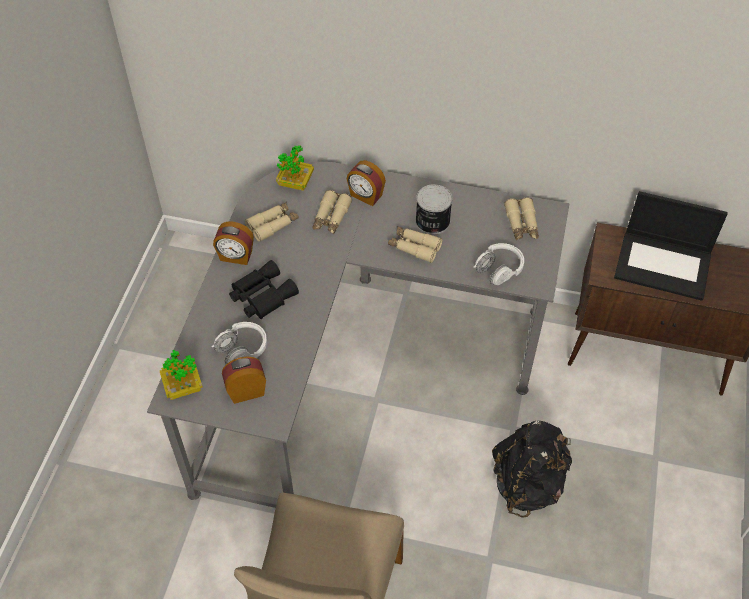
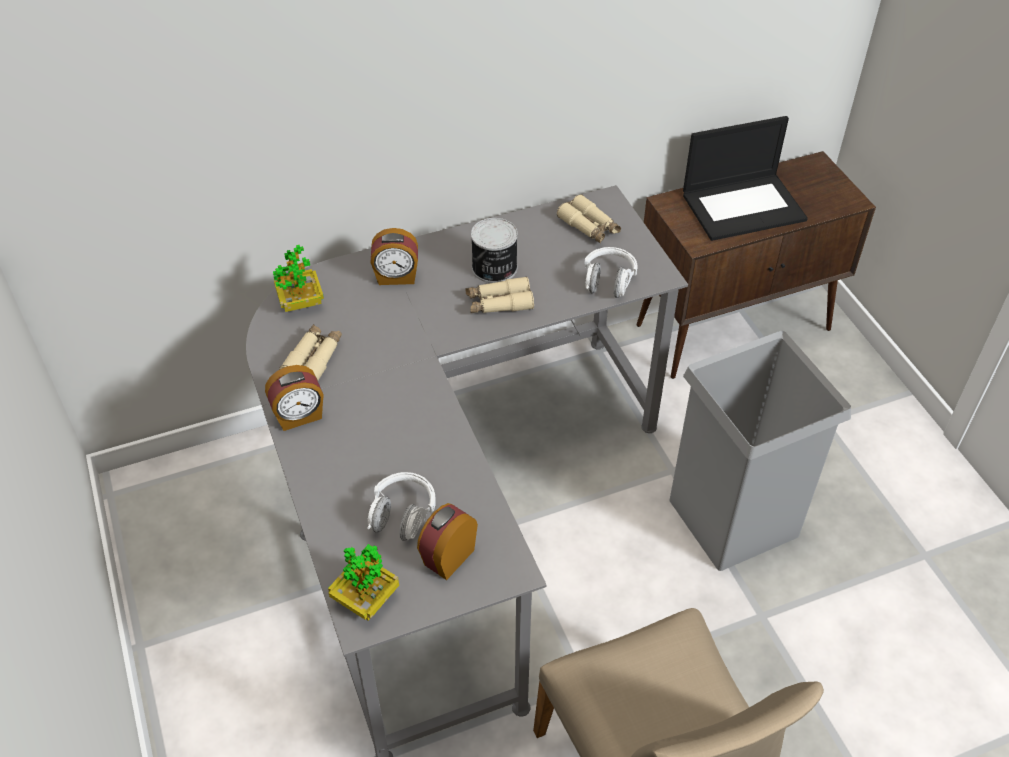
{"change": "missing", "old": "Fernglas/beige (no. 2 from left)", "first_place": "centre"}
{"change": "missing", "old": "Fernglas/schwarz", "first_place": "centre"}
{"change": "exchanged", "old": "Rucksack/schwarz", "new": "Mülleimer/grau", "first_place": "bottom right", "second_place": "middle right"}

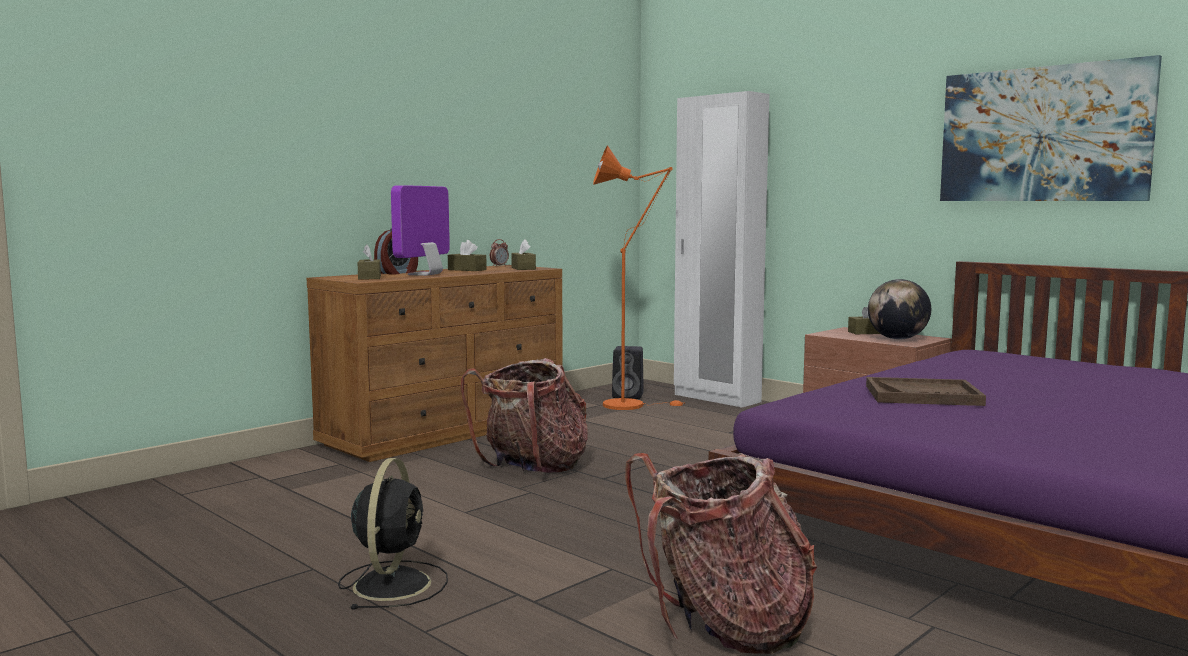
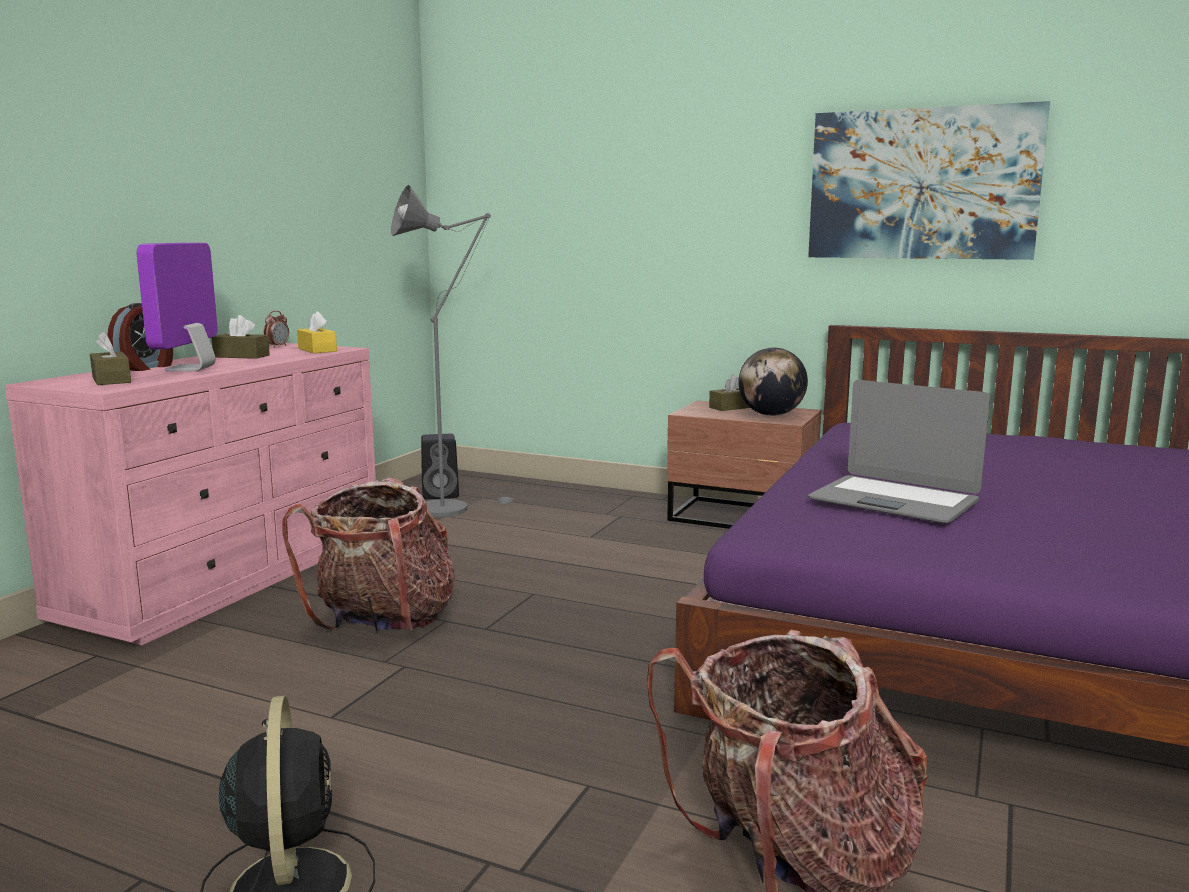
{"change": "missing", "old": "Kleiderschrank/weiß", "first_place": "centre"}
{"change": "colour", "old": "Stehlampe/orange", "new": "Stehlampe/grau", "first_place": "centre", "second_place": "centre"}
{"change": "colour", "old": "Taschentuchbox/braun (no. 3 from left)", "new": "Taschentuchbox/gelb", "first_place": "centre", "second_place": "middle left"}
{"change": "colour", "old": "Kommode/braun", "new": "Kommode/rosa", "first_place": "centre", "second_place": "middle left"}
{"change": "exchanged", "old": "Tablett/braun", "new": "Laptop", "first_place": "middle right", "second_place": "middle right"}

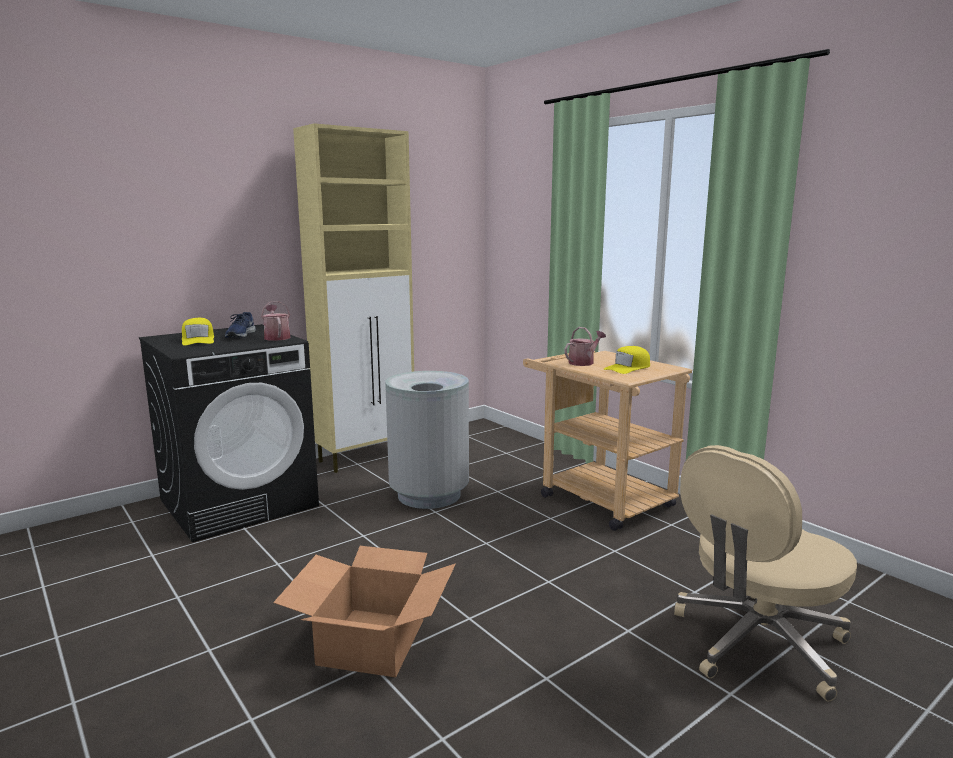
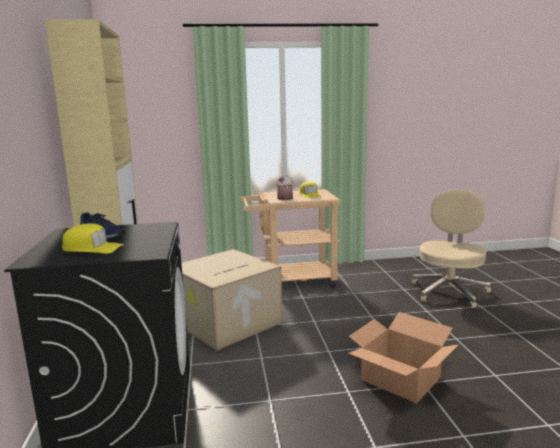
{"change": "missing", "old": "Gießkanne (no. 1 from left)", "first_place": "middle left"}
{"change": "exchanged", "old": "Mülleimer/grau", "new": "Karton (no. 1 from left)", "first_place": "centre", "second_place": "bottom centre"}
{"change": "spun", "old": "Bürostuhl/beige", "first_place": "bottom right", "second_place": "middle right", "degrees": -150}

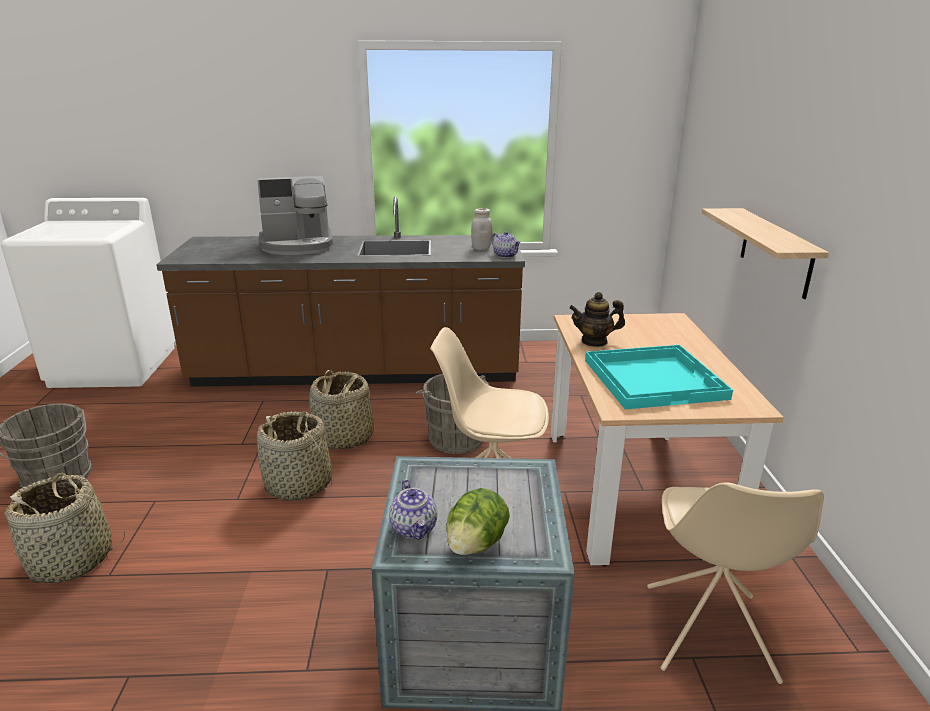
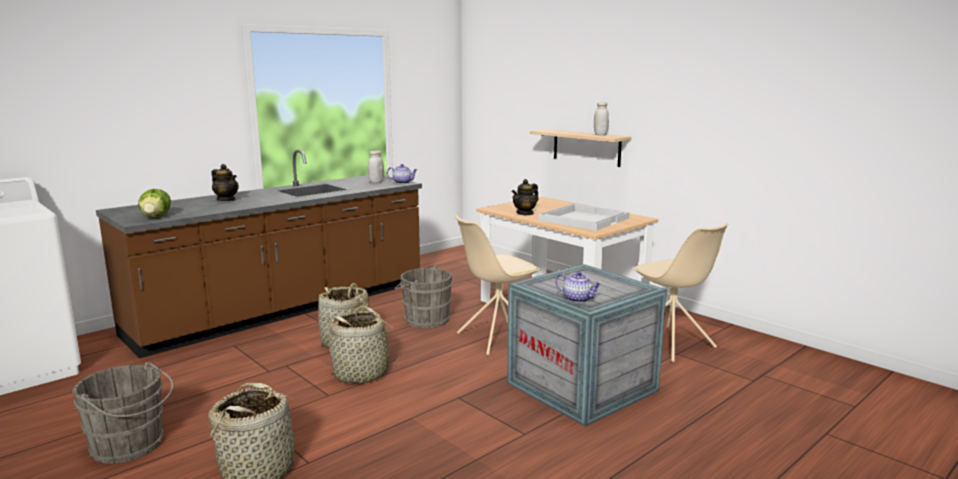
{"change": "exchanged", "old": "Kaffeemaschine", "new": "Teekanne (no. 1 from left)", "first_place": "top left", "second_place": "middle left"}
{"change": "colour", "old": "Tablett/türkis", "new": "Tablett/weiß", "first_place": "middle right", "second_place": "centre"}
{"change": "relocated", "old": "Salatkopf", "first_place": "bottom centre", "second_place": "middle left"}
{"change": "appeared", "new": "Vorratsglas/weiß (no. 2 from left)", "second_place": "top centre"}

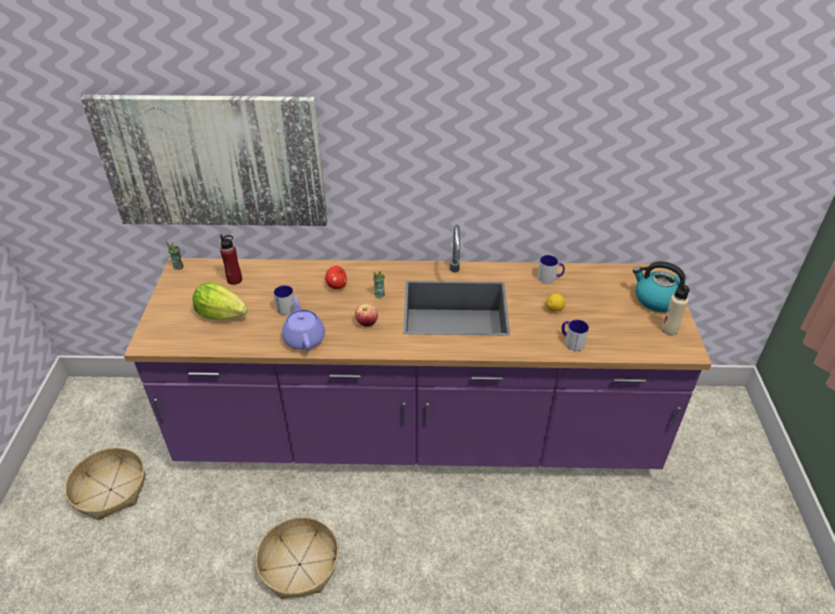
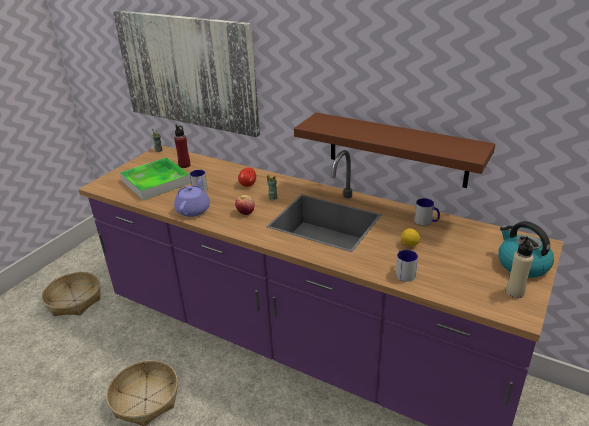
{"change": "exchanged", "old": "Salatkopf", "new": "Tablett", "first_place": "middle left", "second_place": "middle left"}
{"change": "appeared", "new": "Wandregal/braun", "second_place": "middle right"}

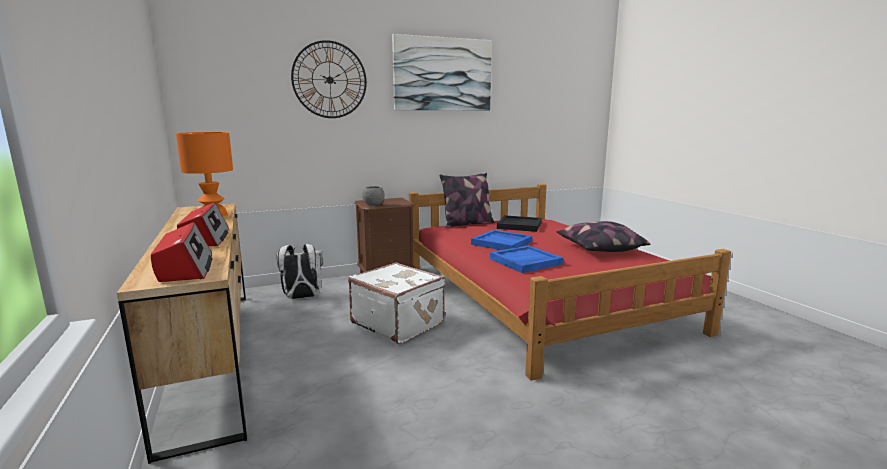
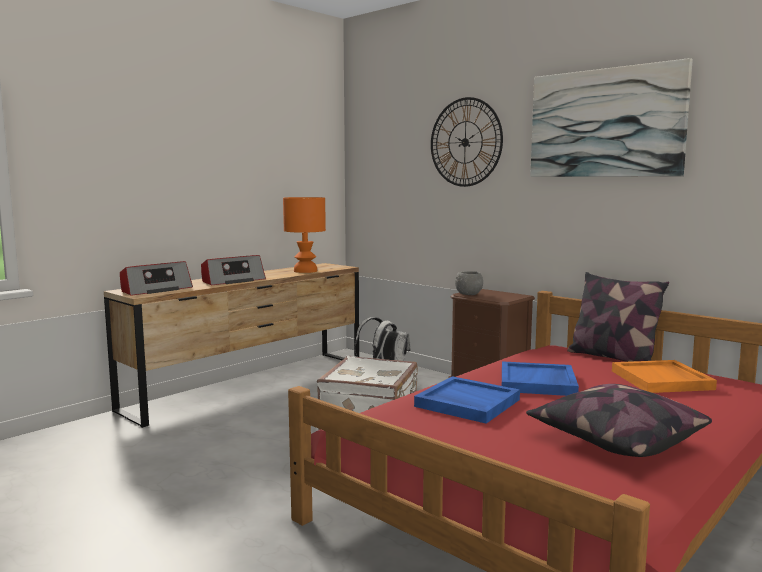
{"change": "colour", "old": "Tablett/schwarz", "new": "Tablett/orange", "first_place": "centre", "second_place": "middle right"}

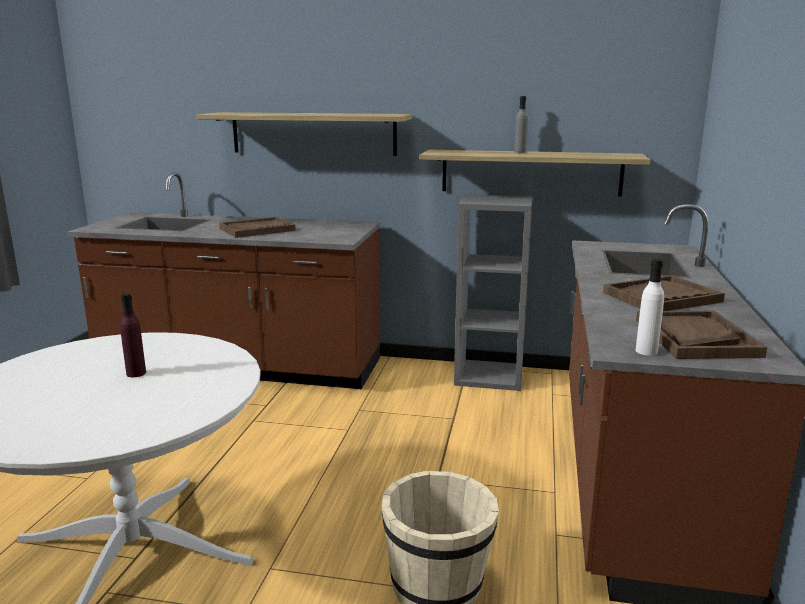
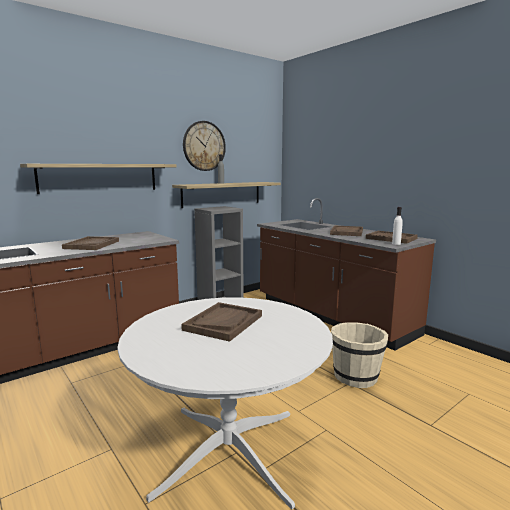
{"change": "exchanged", "old": "Flasche/lila", "new": "Tablett/braun (no. 2 from left)", "first_place": "middle left", "second_place": "centre"}
{"change": "appeared", "new": "Wanduhr", "second_place": "top centre"}

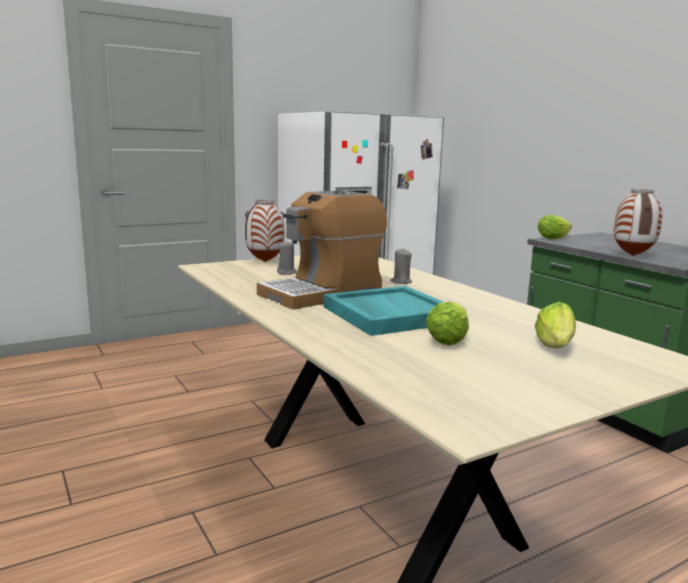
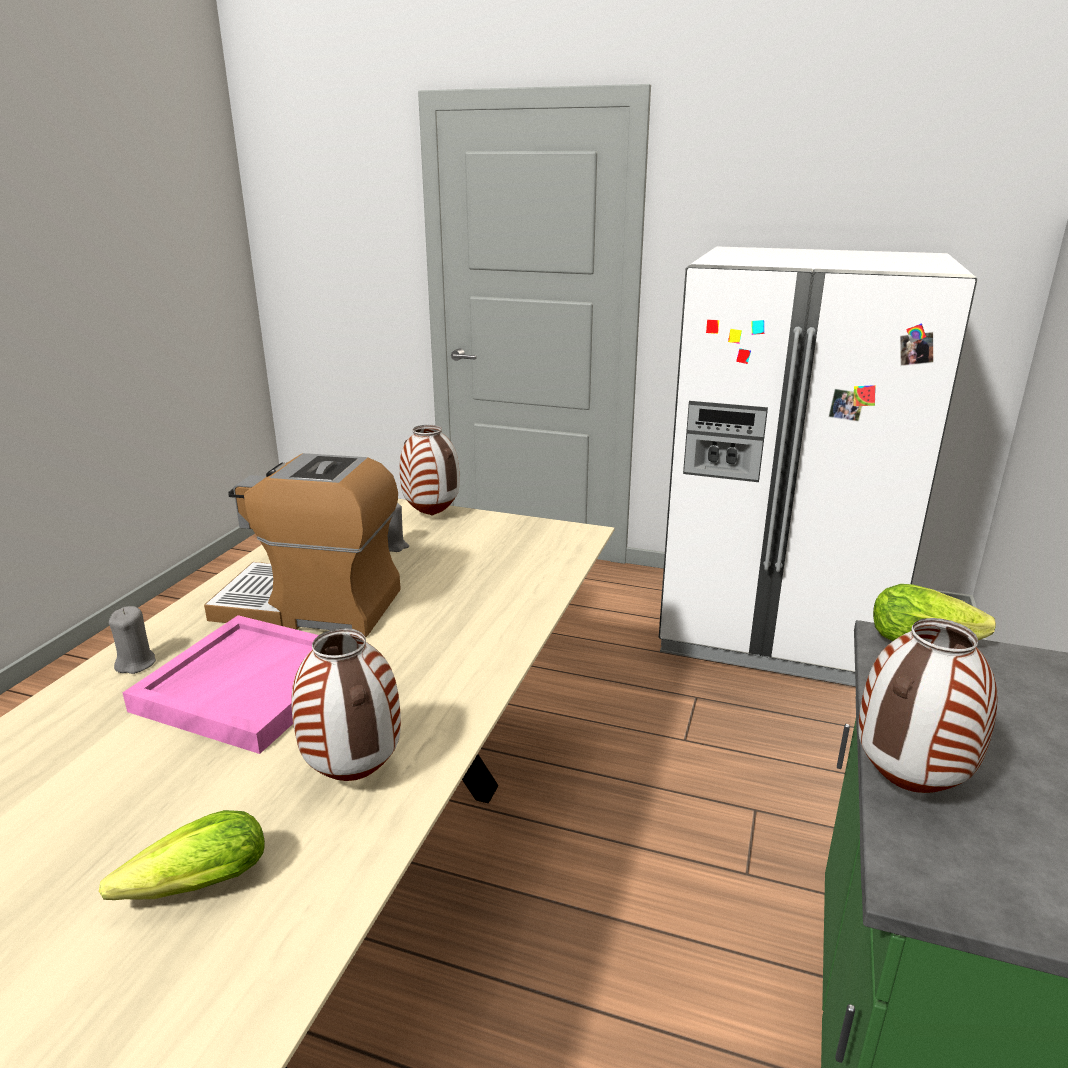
{"change": "relocated", "old": "Kerze/grau (no. 2 from left in the first image)", "new": "Kerze/grau (no. 1 from left)", "first_place": "centre", "second_place": "middle left"}
{"change": "colour", "old": "Tablett/türkis", "new": "Tablett/rosa", "first_place": "centre", "second_place": "middle left"}
{"change": "missing", "old": "Salatkopf (no. 1 from left)", "first_place": "centre"}
{"change": "appeared", "new": "Vase (no. 1 from left)", "second_place": "middle left"}

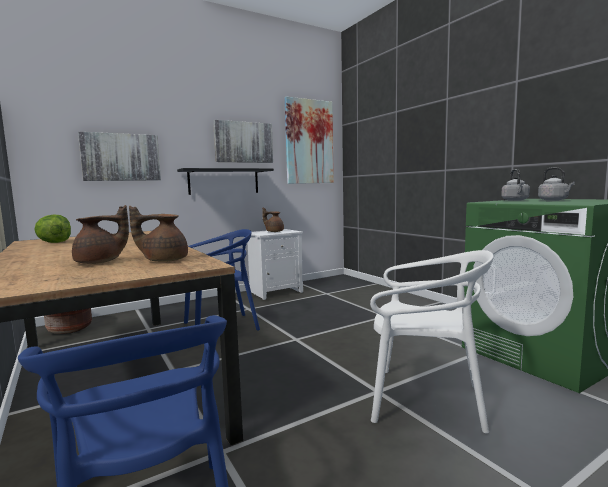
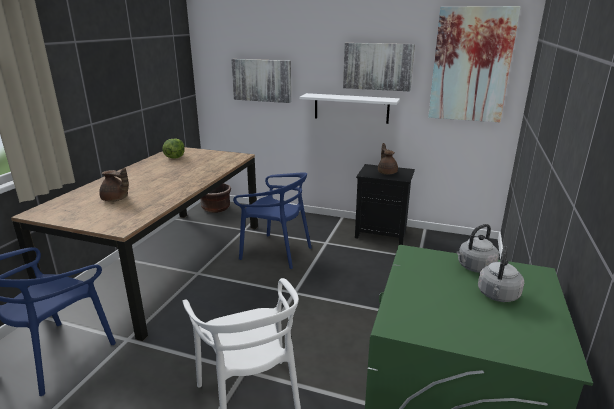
{"change": "colour", "old": "Wandregal/schwarz", "new": "Wandregal/weiß", "first_place": "centre", "second_place": "top centre"}
{"change": "missing", "old": "Teekanne/braun (no. 2 from left)", "first_place": "middle left"}
{"change": "colour", "old": "Nachttisch/weiß", "new": "Nachttisch/schwarz", "first_place": "centre", "second_place": "centre"}

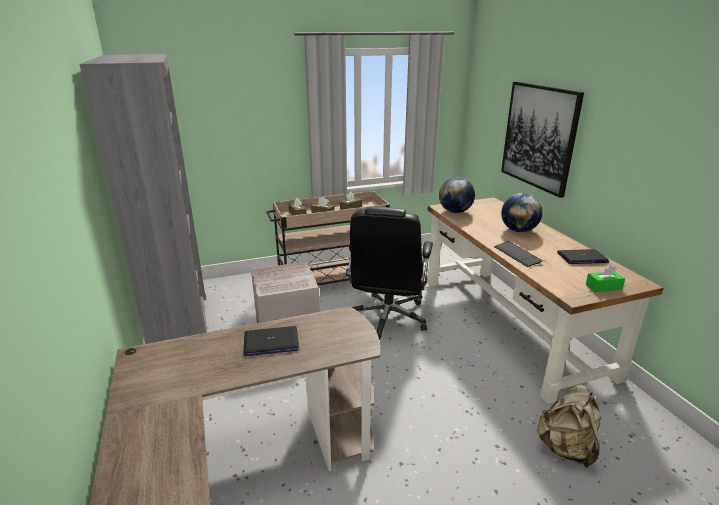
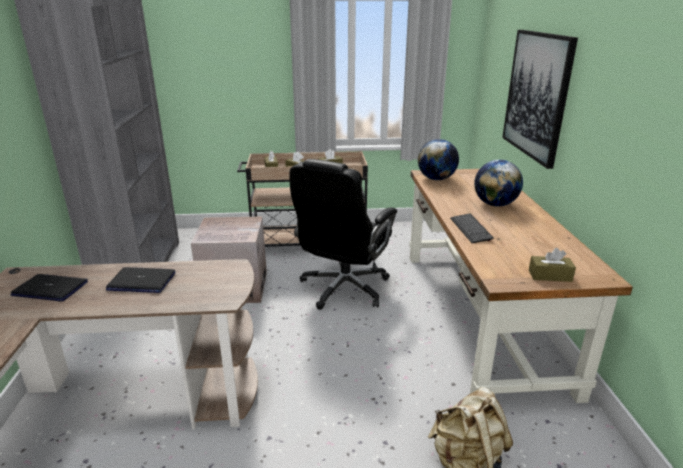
{"change": "relocated", "old": "Laptop (no. 2 from left in the first image)", "new": "Laptop (no. 1 from left)", "first_place": "middle right", "second_place": "middle left"}
{"change": "colour", "old": "Taschentuchbox/grün", "new": "Taschentuchbox/braun (no. 4 from left)", "first_place": "middle right", "second_place": "middle right"}

